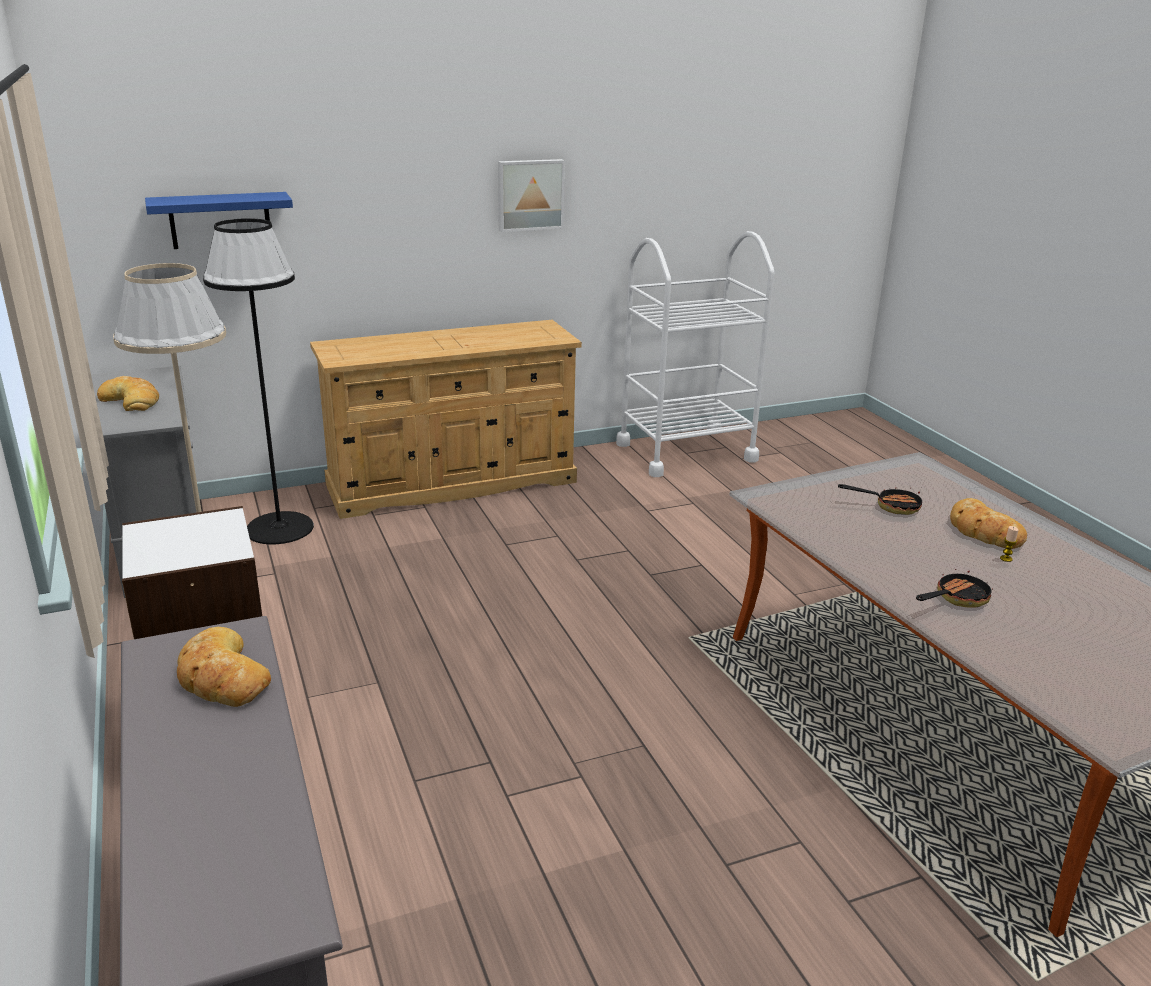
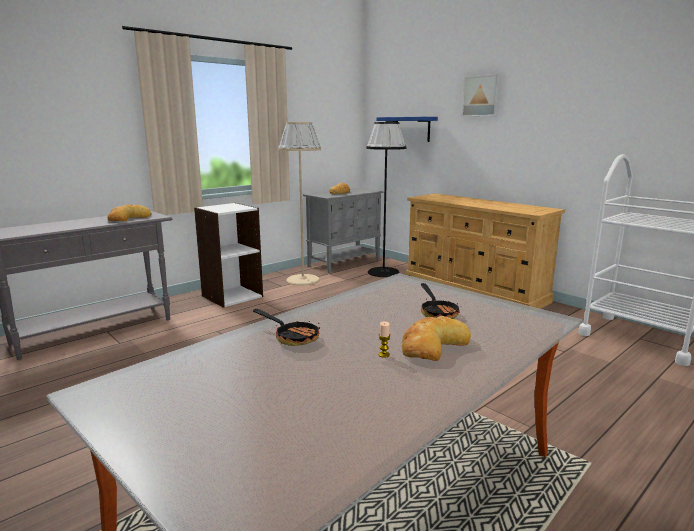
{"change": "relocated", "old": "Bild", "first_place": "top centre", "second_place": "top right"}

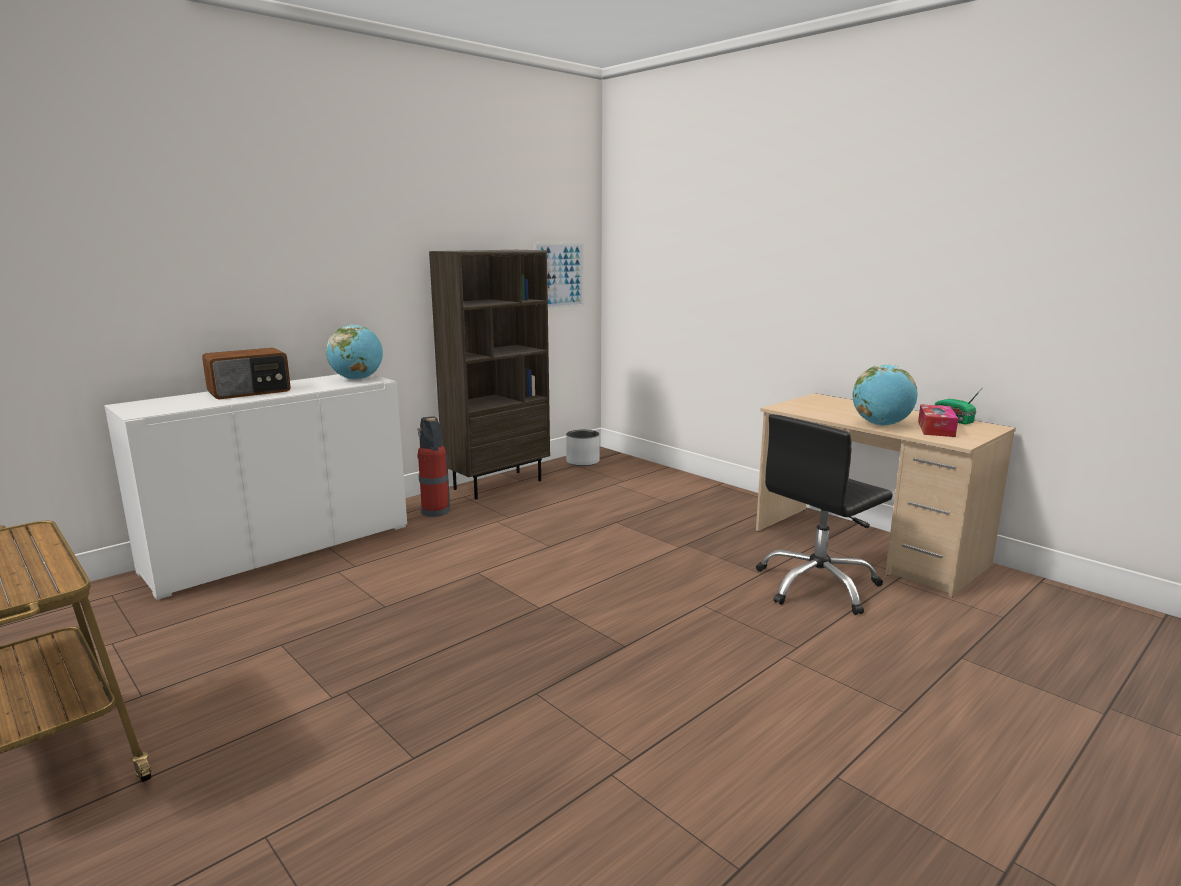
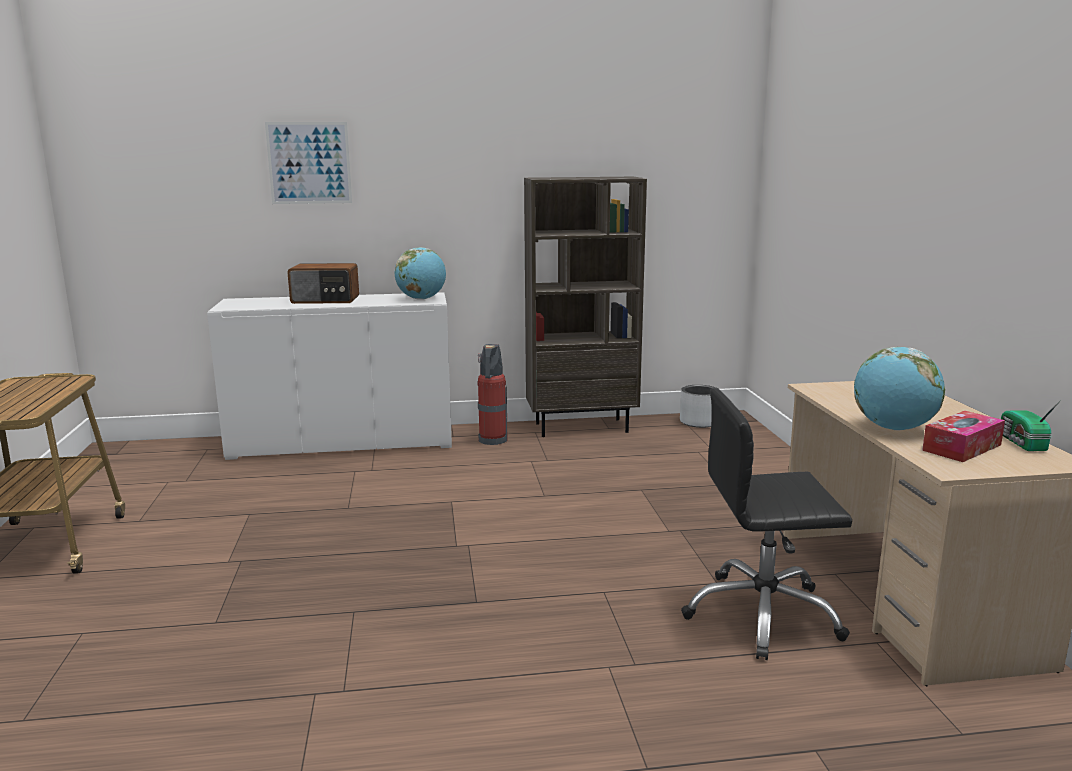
{"change": "relocated", "old": "Bild", "first_place": "top centre", "second_place": "top left"}

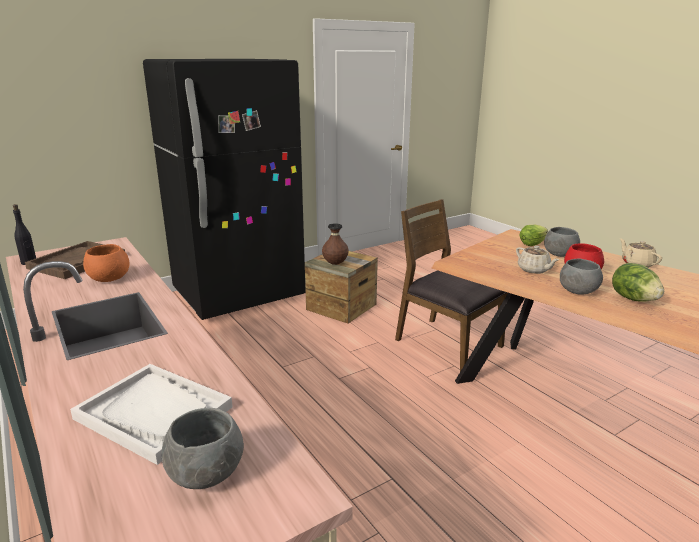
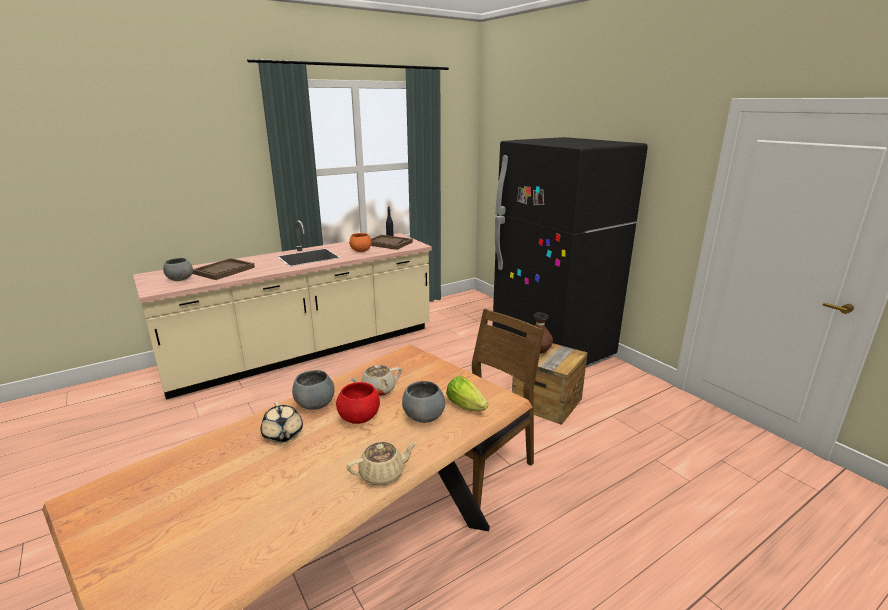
{"change": "exchanged", "old": "Salatkopf (no. 2 from left)", "new": "Teekanne/beige (no. 1 from left)", "first_place": "middle right", "second_place": "bottom left"}
{"change": "colour", "old": "Tablett/weiß", "new": "Tablett/braun (no. 1 from left)", "first_place": "bottom left", "second_place": "middle left"}

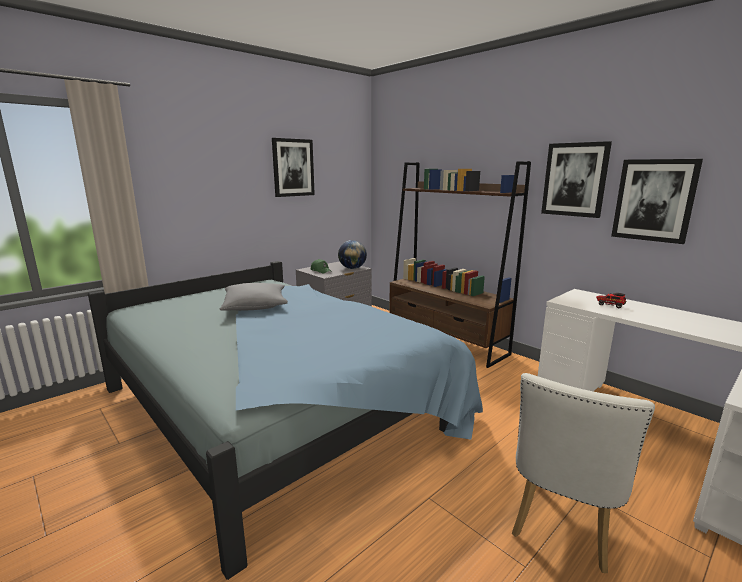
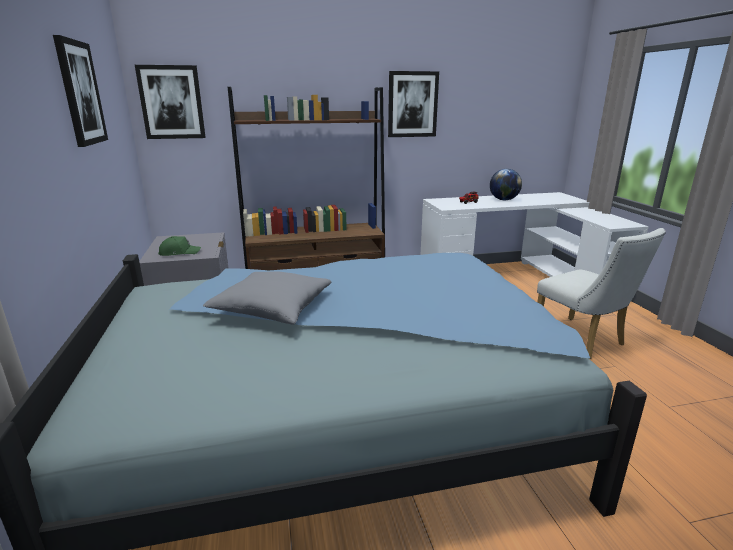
{"change": "relocated", "old": "Bild (no. 3 from left in the first image)", "new": "Bild (no. 2 from left)", "first_place": "middle right", "second_place": "top left"}
{"change": "relocated", "old": "Globus", "first_place": "centre", "second_place": "middle right"}

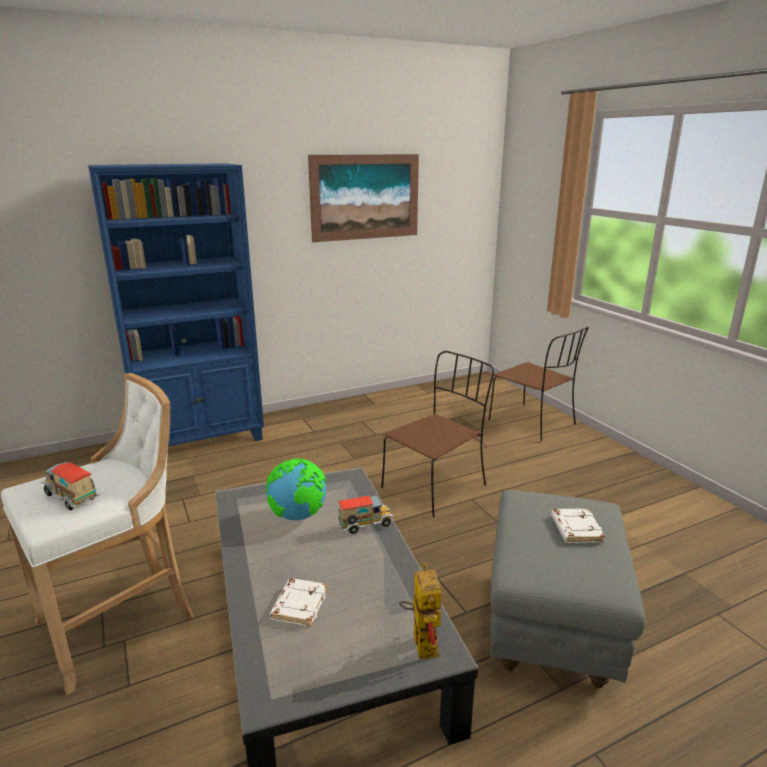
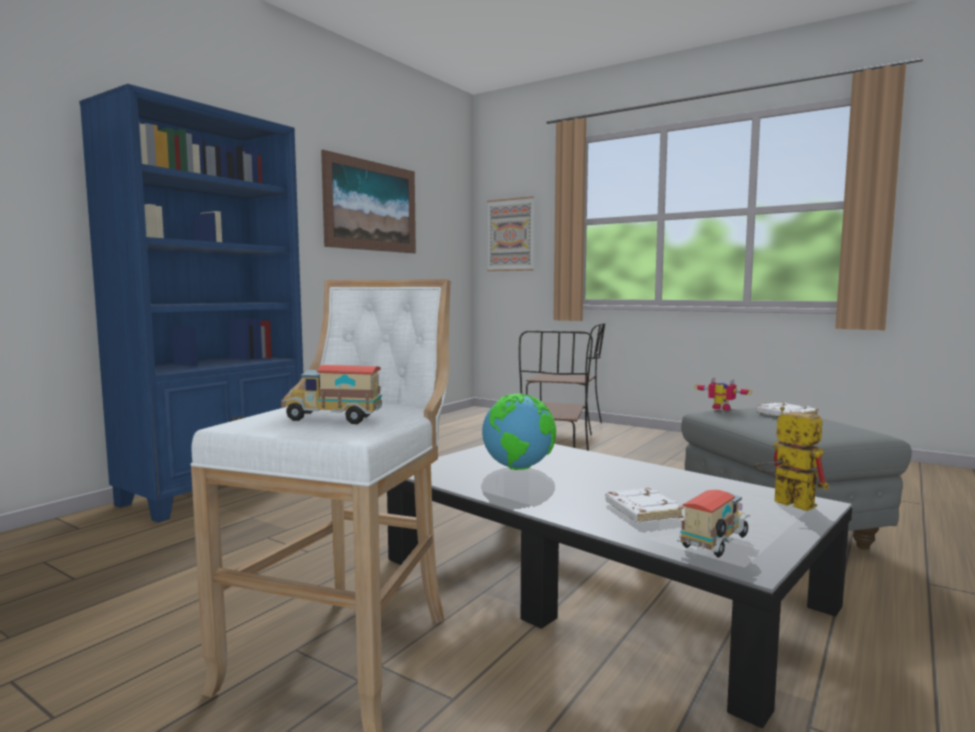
{"change": "relocated", "old": "Spielzeuglaster (no. 2 from left)", "first_place": "bottom centre", "second_place": "bottom right"}
{"change": "appeared", "new": "Bild (no. 2 from left)", "second_place": "top centre"}
{"change": "appeared", "new": "Spielzeugroboter (no. 1 from left)", "second_place": "middle right"}

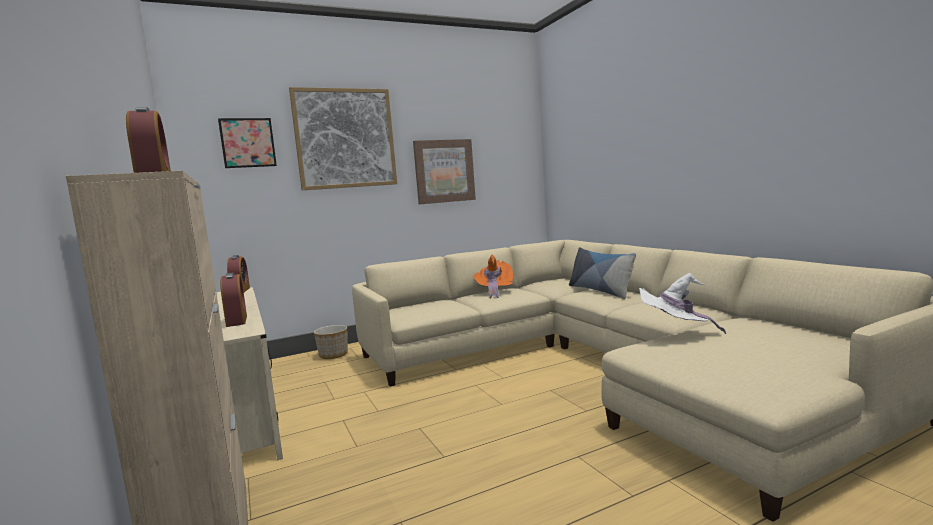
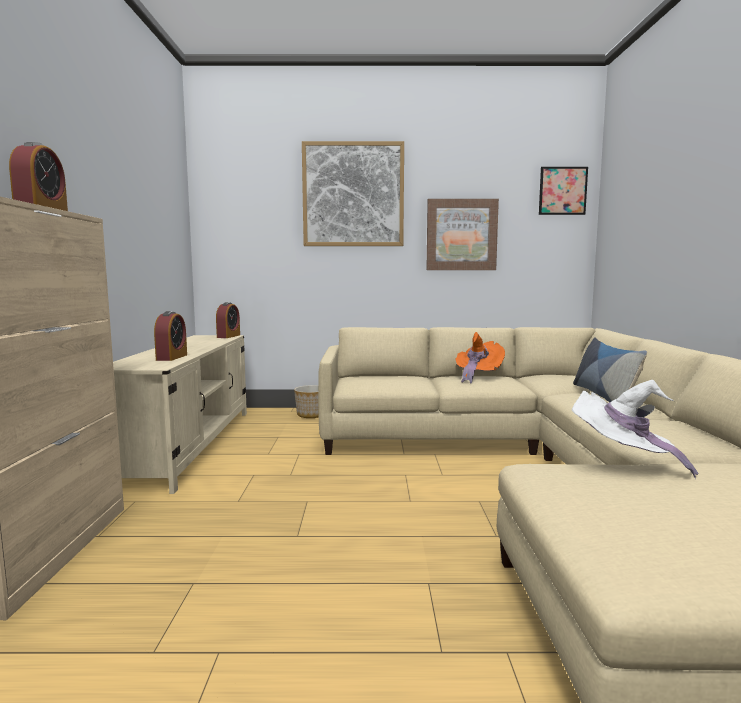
{"change": "relocated", "old": "Bild (no. 1 from left in the first image)", "new": "Bild (no. 3 from left)", "first_place": "top left", "second_place": "top right"}

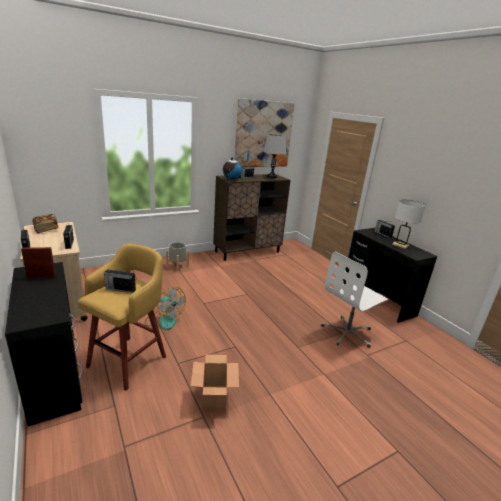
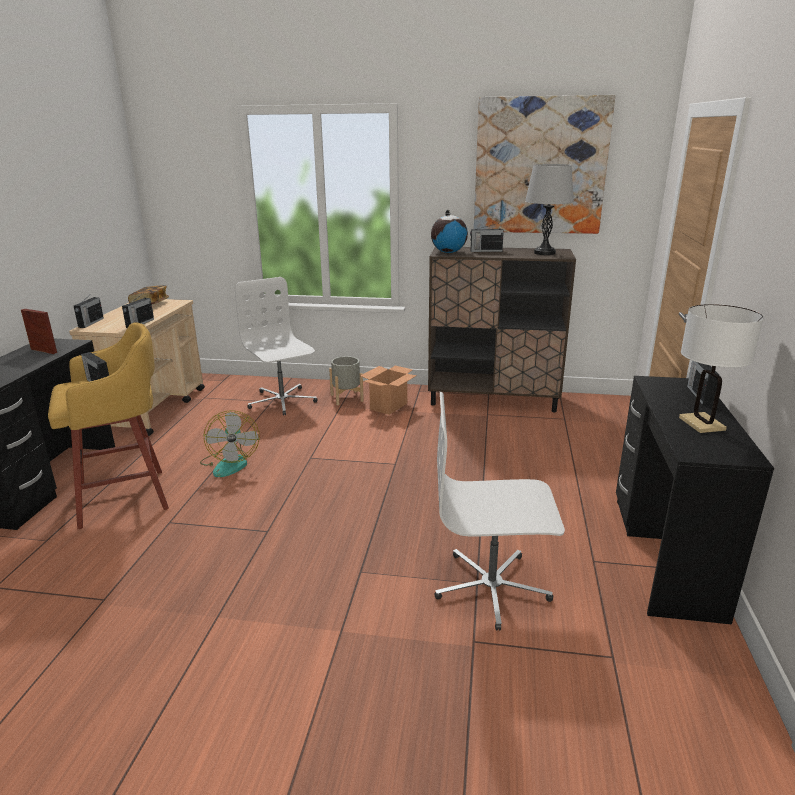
{"change": "relocated", "old": "Karton", "first_place": "bottom centre", "second_place": "centre"}
{"change": "appeared", "new": "Bürostuhl/weiß (no. 1 from left)", "second_place": "centre"}

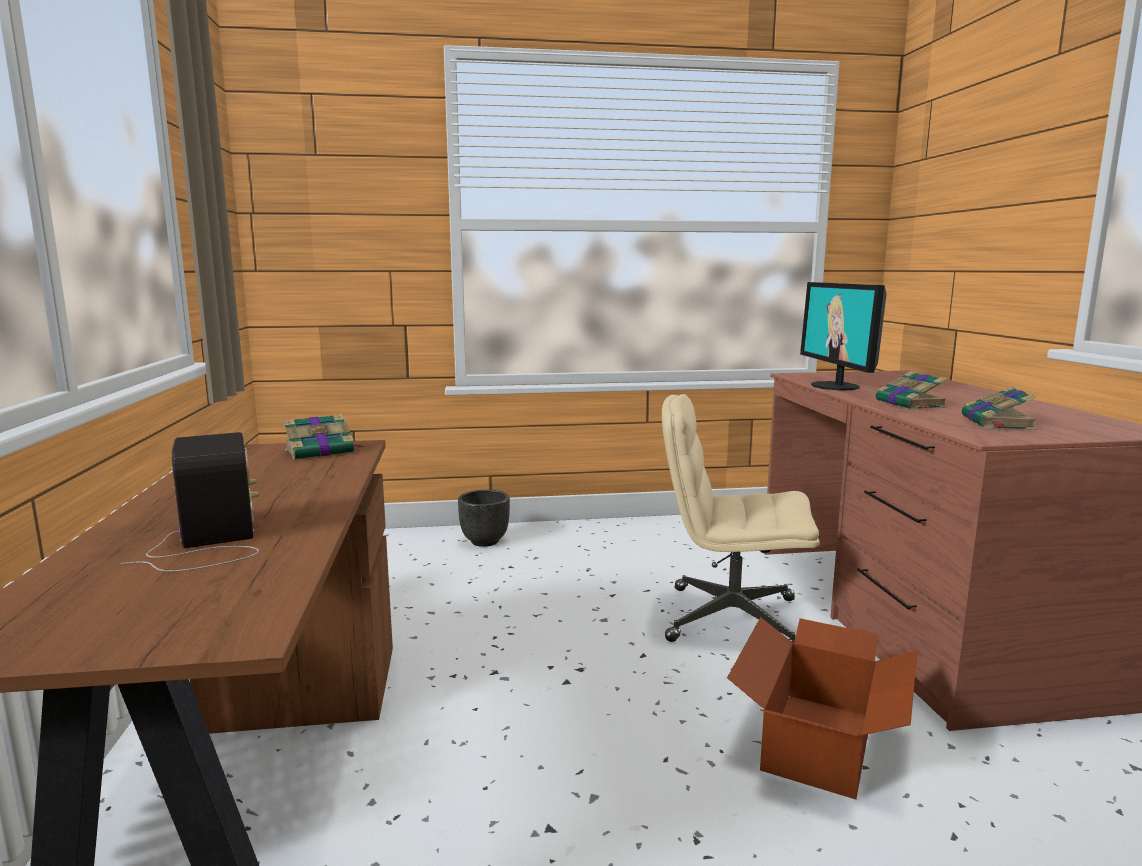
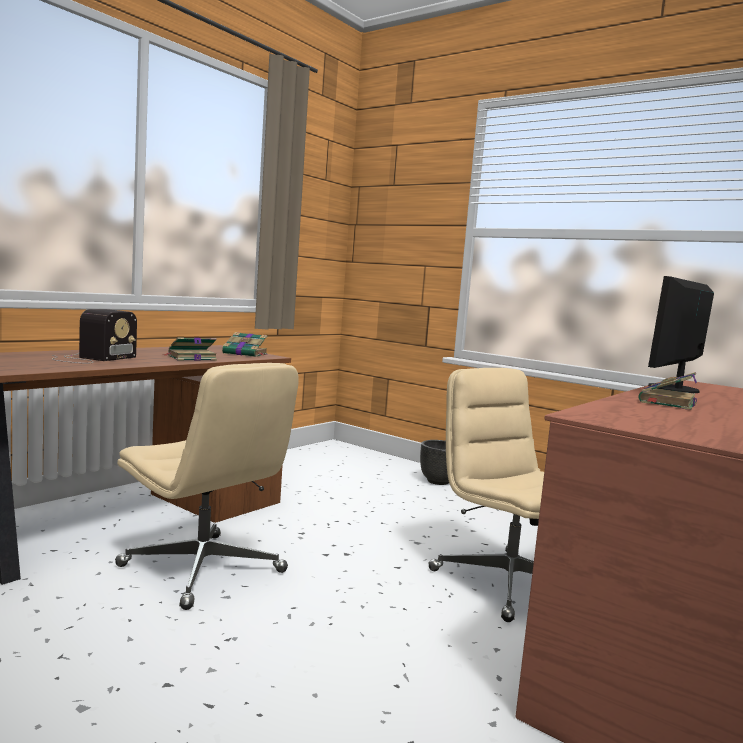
{"change": "relocated", "old": "Buch (no. 3 from left in the first image)", "new": "Buch (no. 1 from left)", "first_place": "middle right", "second_place": "middle left"}
{"change": "missing", "old": "Karton", "first_place": "bottom right"}
{"change": "appeared", "new": "Bürostuhl/beige (no. 1 from left)", "second_place": "middle left"}

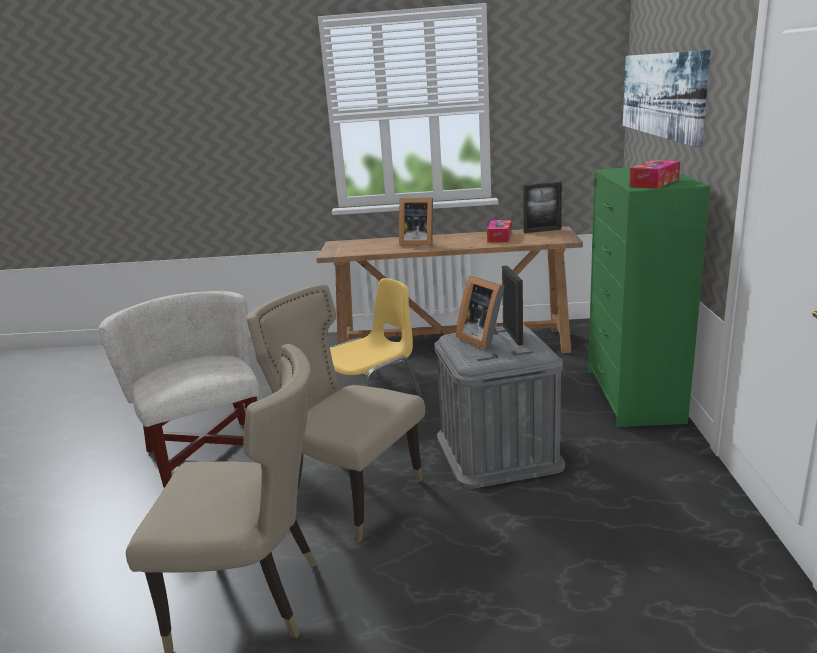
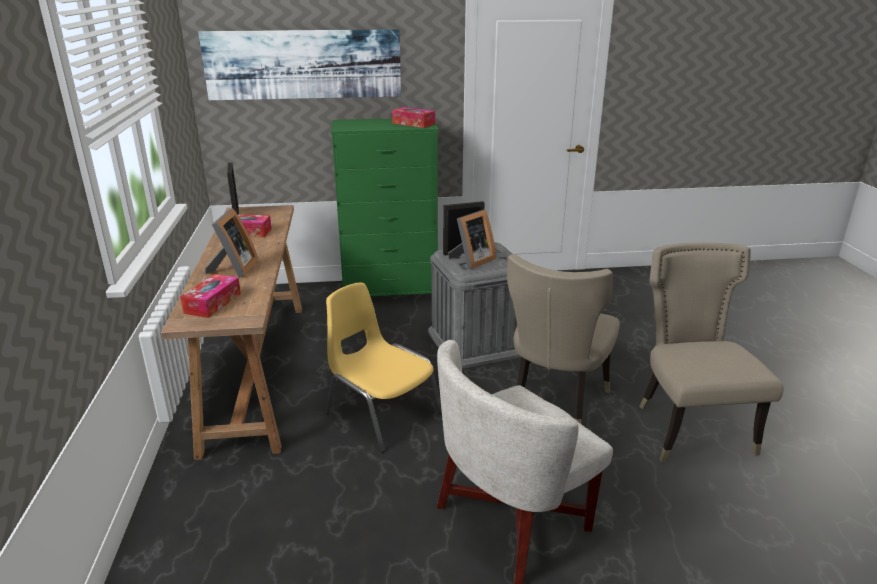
{"change": "appeared", "new": "Taschentuchbox (no. 1 from left)", "second_place": "middle left"}

